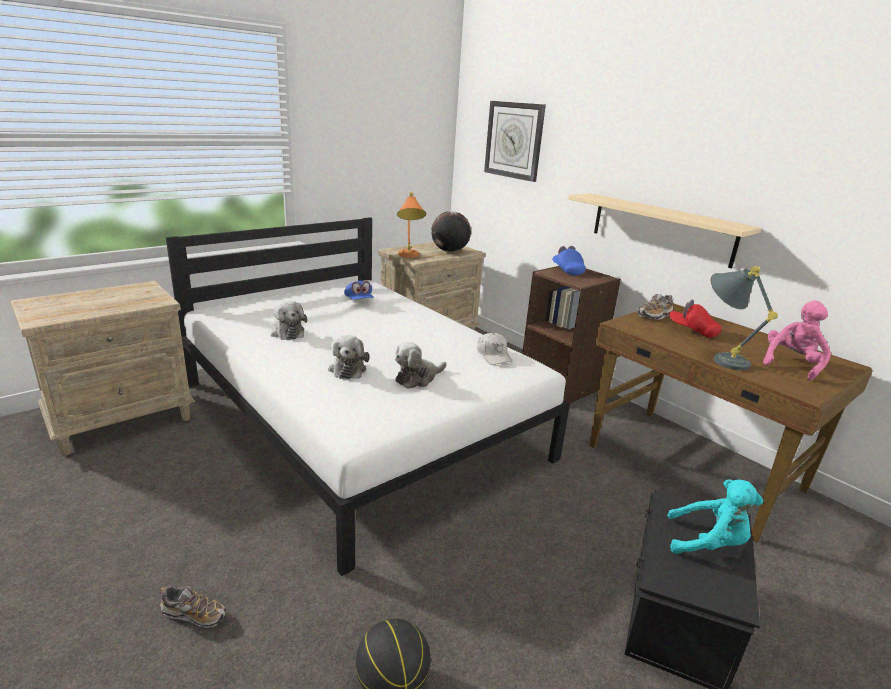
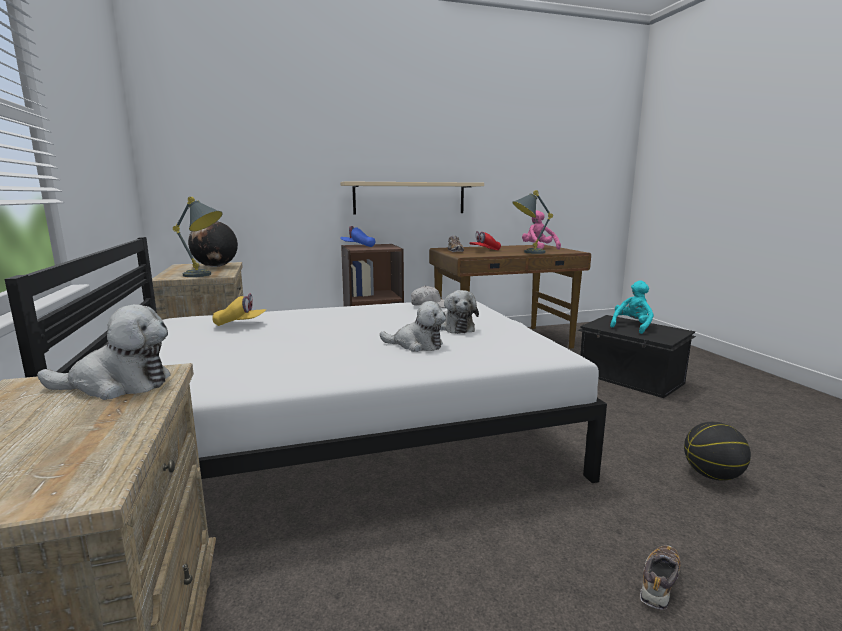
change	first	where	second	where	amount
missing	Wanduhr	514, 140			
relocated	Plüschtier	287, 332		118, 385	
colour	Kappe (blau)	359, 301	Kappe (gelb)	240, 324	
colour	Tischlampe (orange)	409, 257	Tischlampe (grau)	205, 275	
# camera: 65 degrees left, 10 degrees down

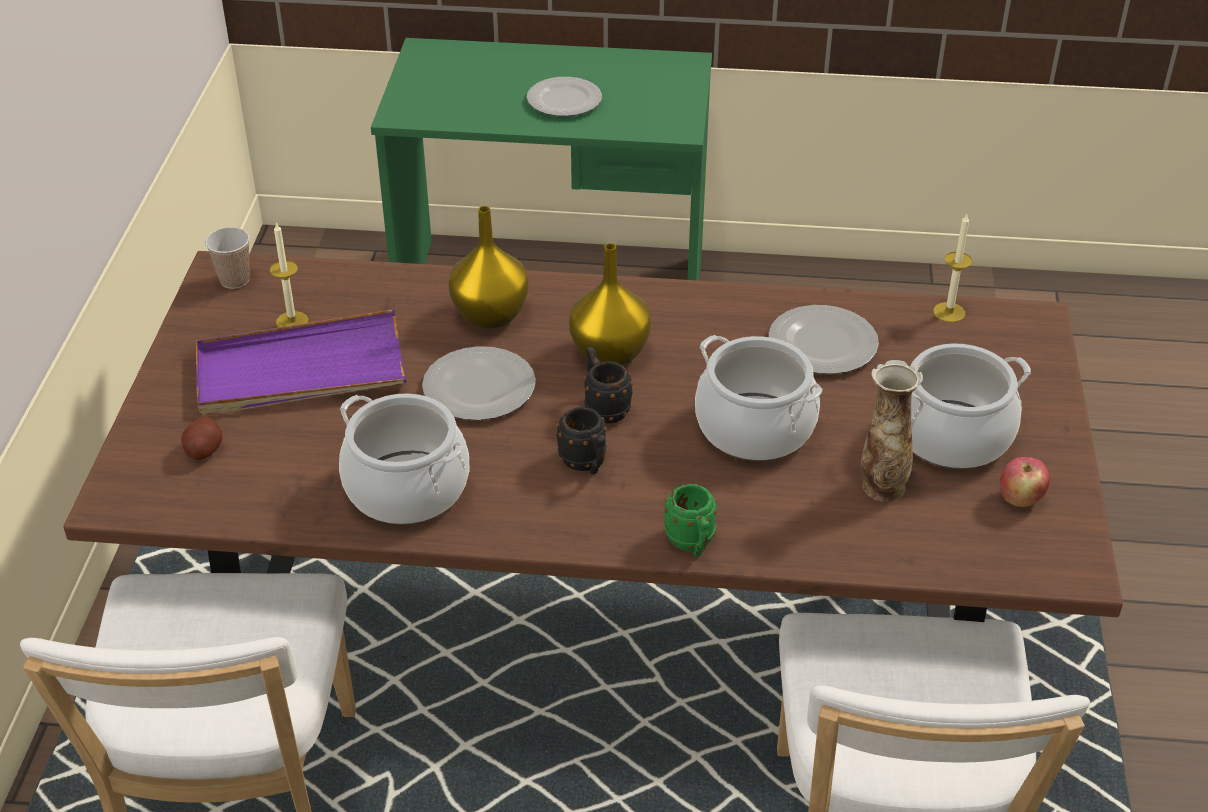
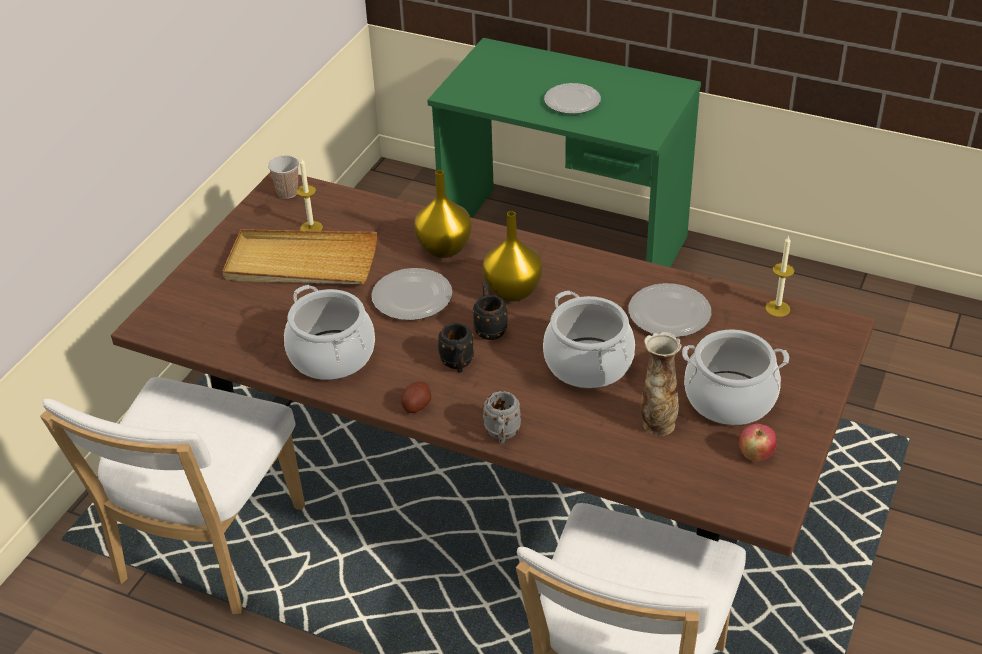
change	first	where	second	where	amount
relocated	Kartoffel	203, 450		416, 405	
colour	Tablett (lila)	300, 371	Tablett (beige)	301, 263	
colour	Henkelbecher (grün)	692, 544	Henkelbecher (grau)	502, 435	
# camera: 20 degrees right, 0 degrees up

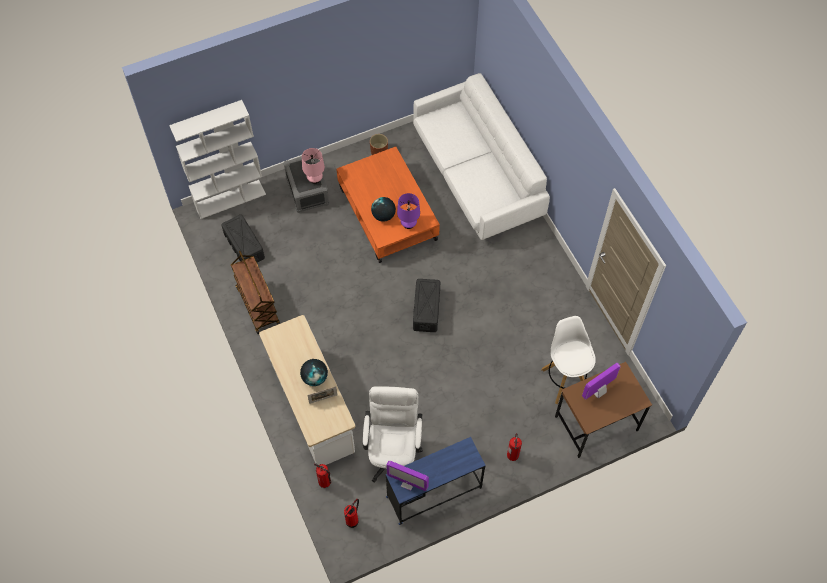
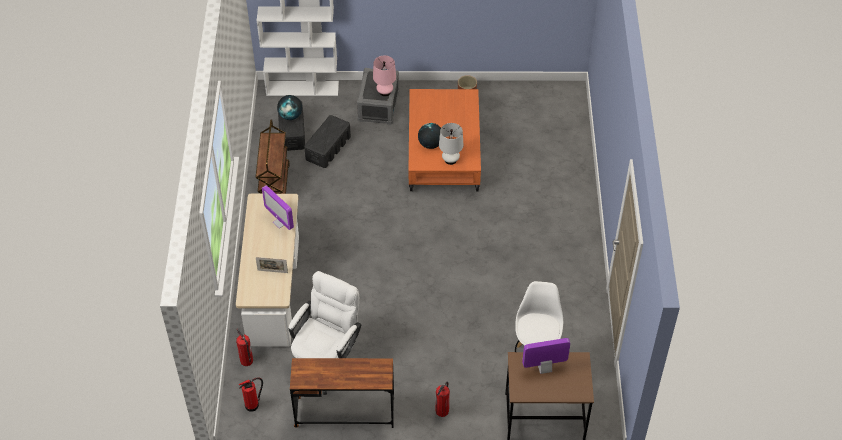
change	first	where	second	where	amount
missing	Sofa (weiß)	476, 175			
relocated	Globus	315, 378		290, 116	
relocated	Monitor	408, 483		280, 222	
relocated	Aufbewahrungsbox (schwarz)	426, 310		328, 148	
colour	Schreibtisch (blau)	434, 492	Schreibtisch (braun)	344, 412	
colour	Tischlampe (lila)	408, 224	Tischlampe (weiß)	450, 160	
# camera: 25 degrees right, 10 degrees down

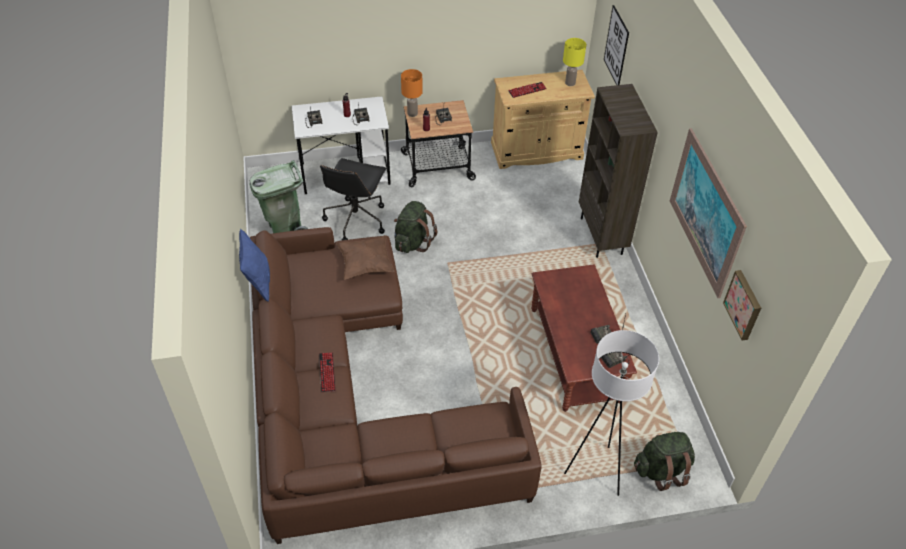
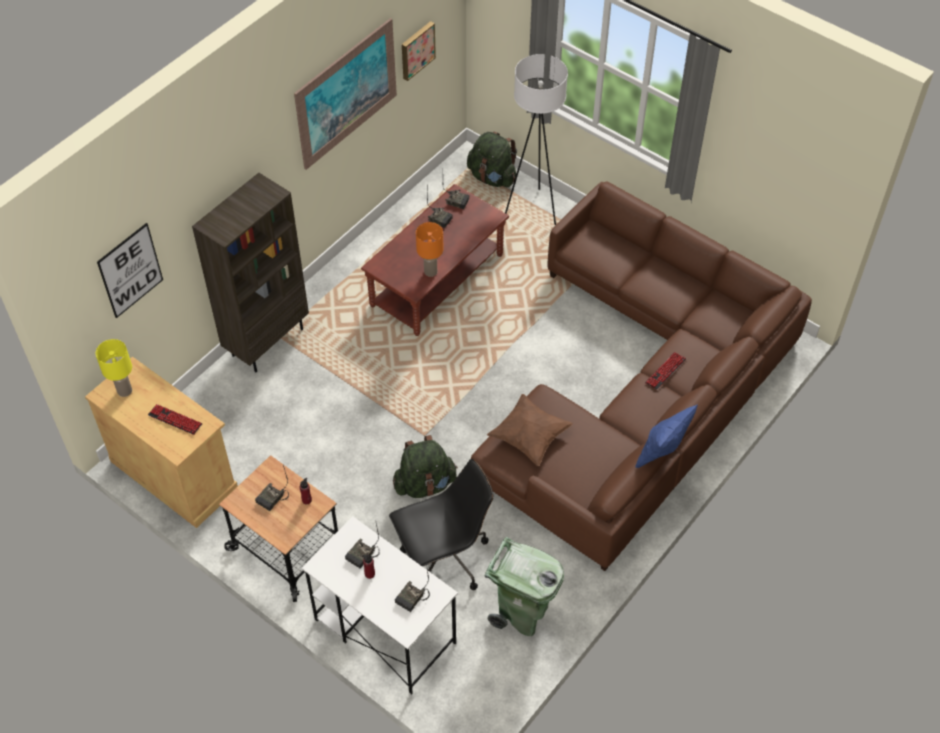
change	first	where	second	where	amount
relocated	Tischlampe (orange)	412, 113		431, 271	
# camera: 130 degrees left, 5 degrees up

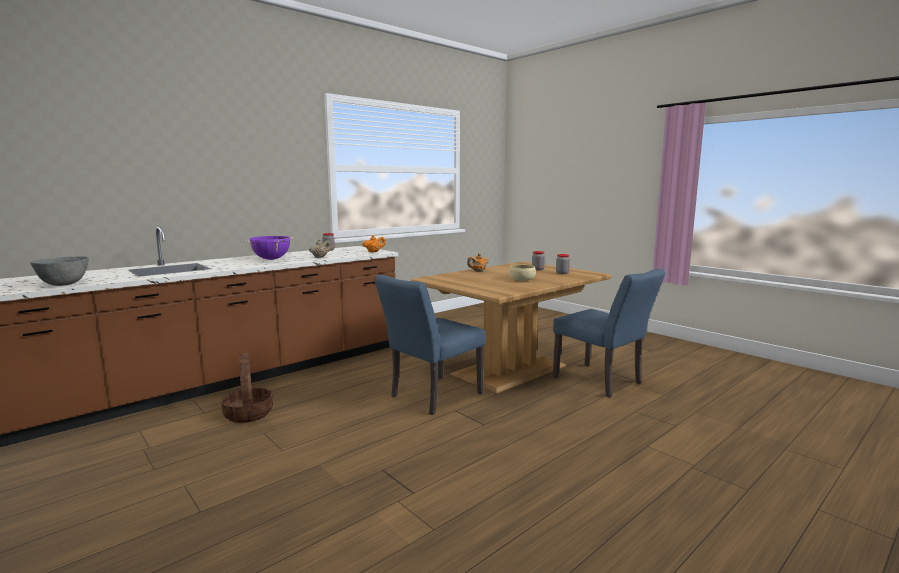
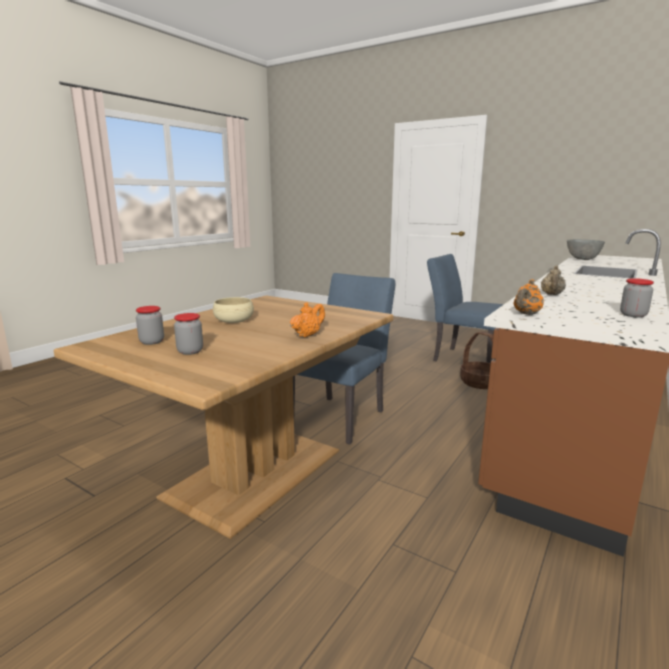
change	first	where	second	where	amount
missing	Kochtopf (lila)	271, 259			
relocated	Stuhl (blau)	602, 382		463, 358	
# camera: 165 degrees right, 5 degrees up

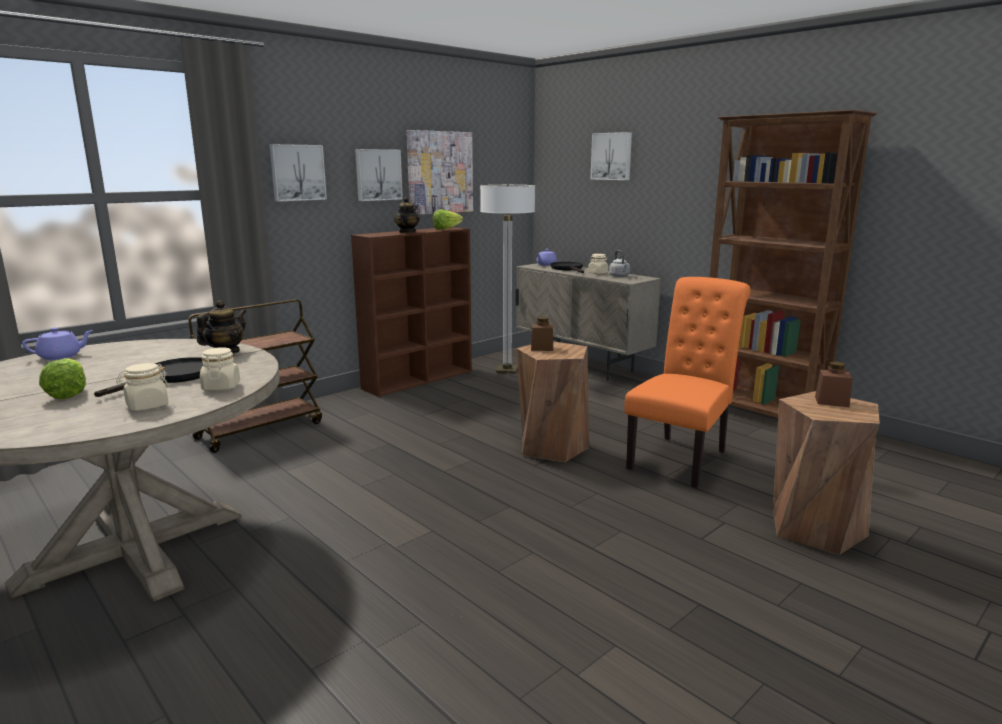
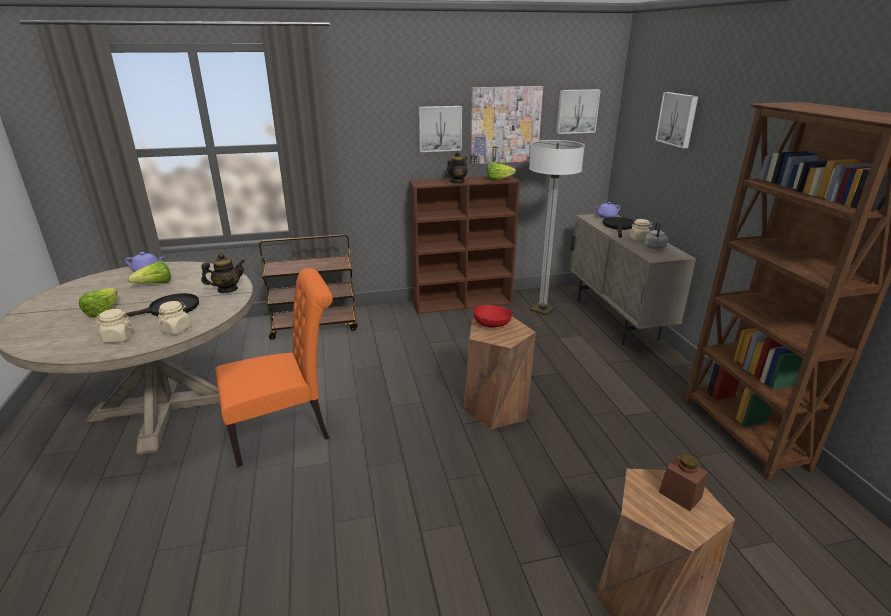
change	first	where	second	where	amount
appeared			Salatkopf	155, 284	
relocated	Bild	297, 172		577, 111	
relocated	Stuhl (orange)	681, 457		286, 431	
exchanged	Vorratsglas (braun)	542, 348	Schüssel (rot)	492, 324	
# camera: 30 degrees right, 10 degrees up

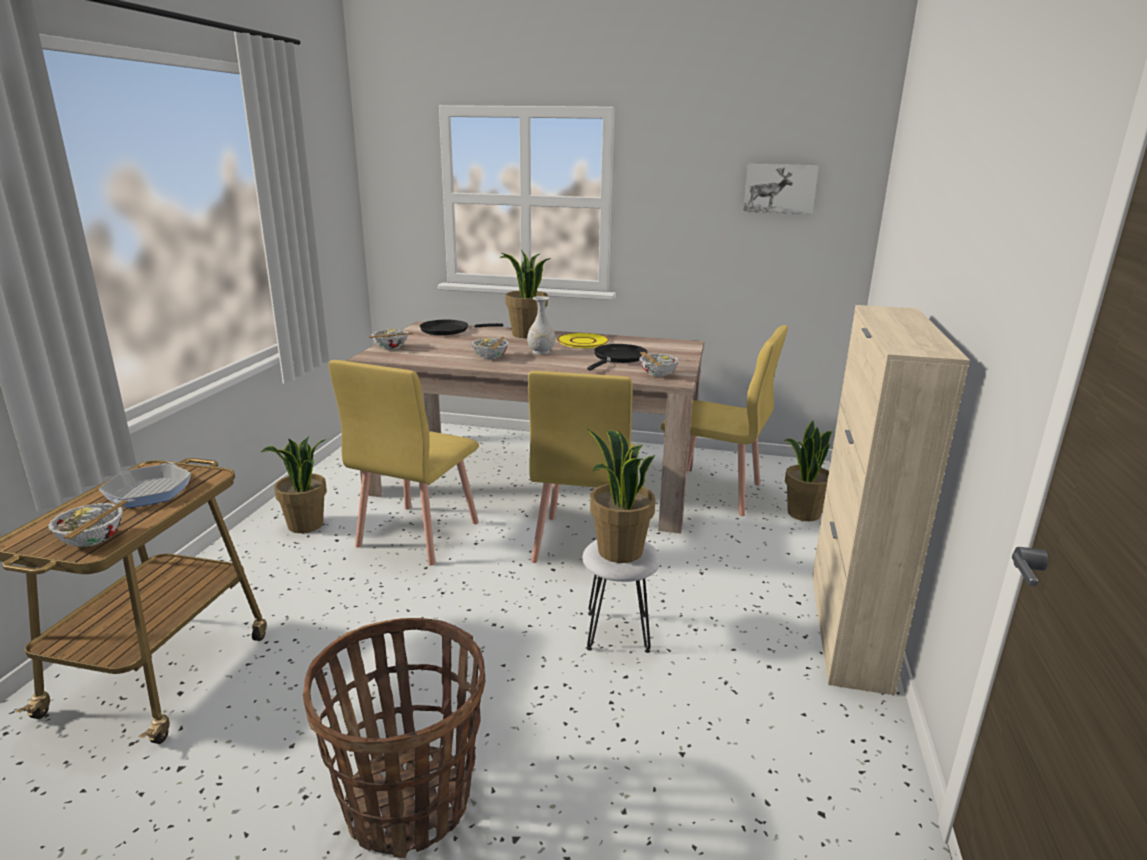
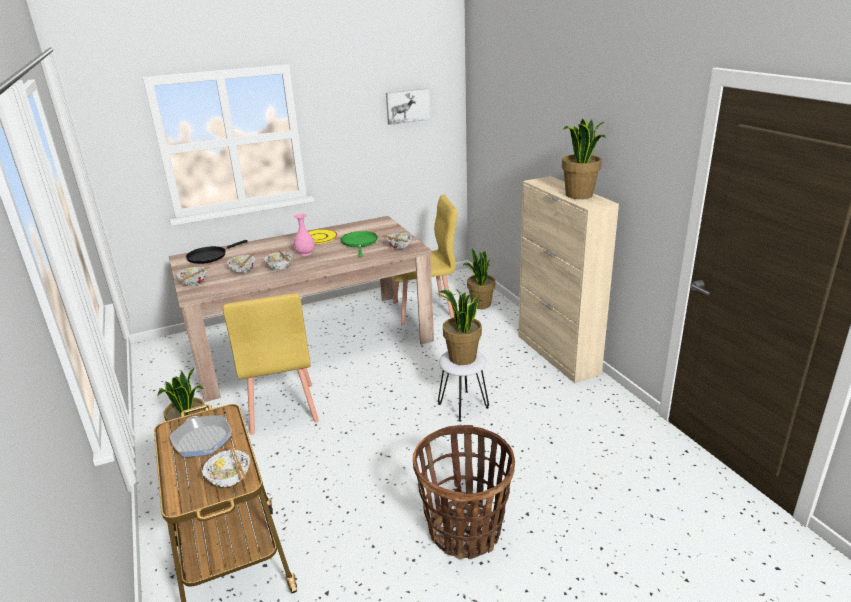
change	first	where	second	where	amount
missing	Stuhl (gelb)	583, 543			
appeared			Schüssel	243, 270	
relocated	Topfpflanze	526, 335		579, 195	
colour	Vase (weiß)	541, 352	Vase (rosa)	305, 253	
colour	Pfanne (schwarz)	618, 358	Pfanne (grün)	359, 243	
# camera: 35 degrees left, 5 degrees up

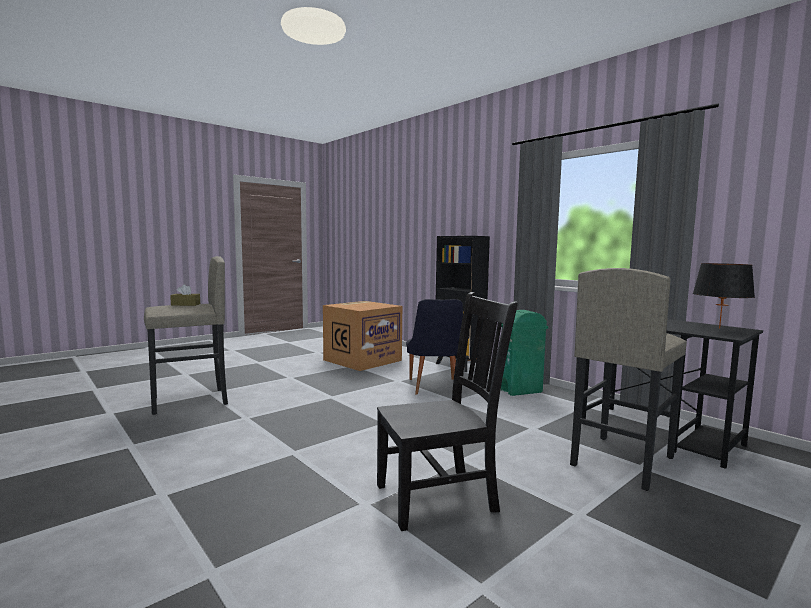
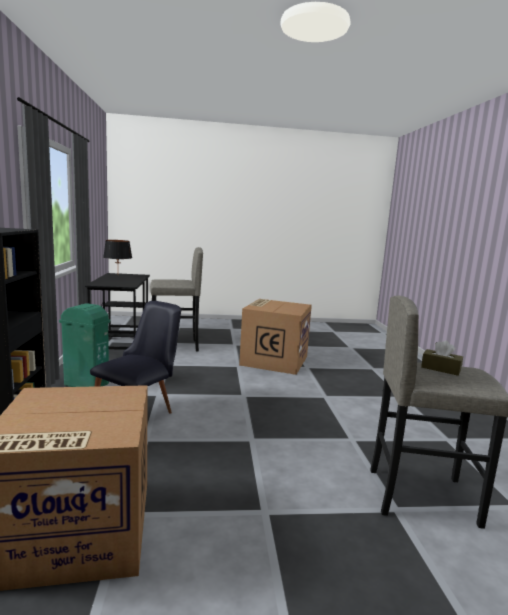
change	first	where	second	where	amount
exchanged	Stuhl (schwarz)	440, 497	Karton	273, 360	
# camera: 145 degrees left, 5 degrees up

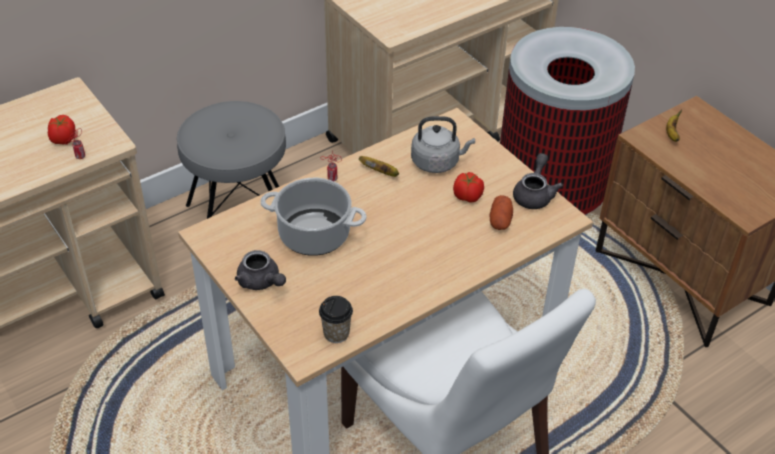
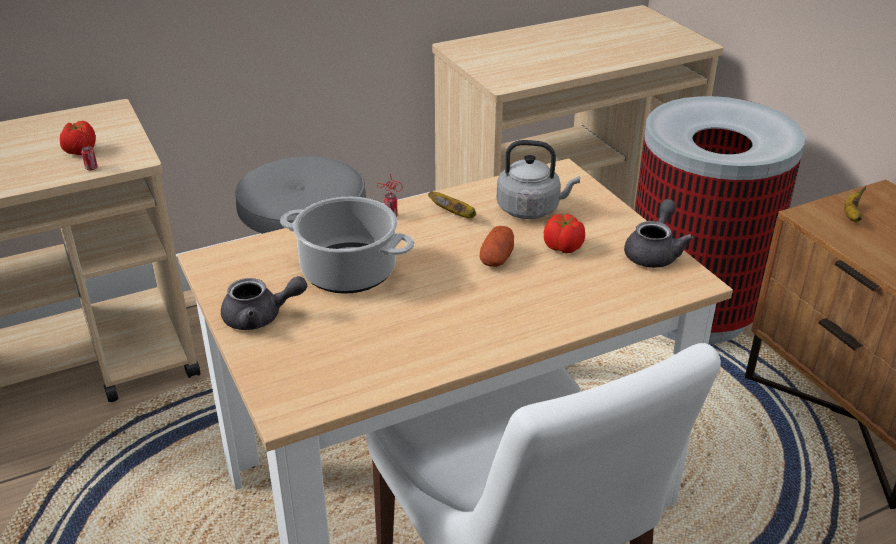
change	first	where	second	where	amount
missing	Tasse	336, 333			
relocated	Kartoffel	500, 220		497, 258	
spun	Teekanne (grau)	261, 282		261, 317	60 degrees counterclockwise
# camera: 10 degrees right, 10 degrees down

